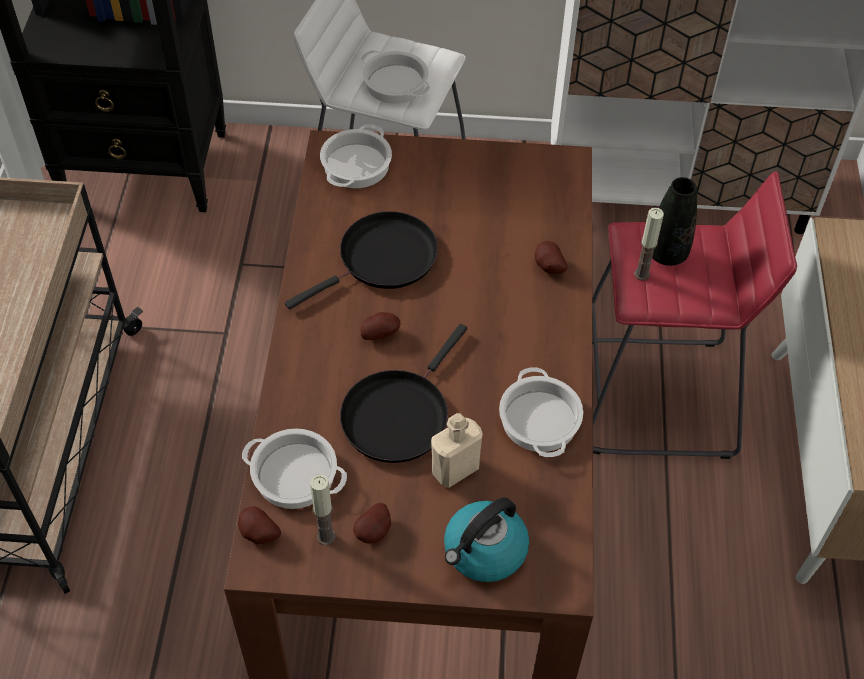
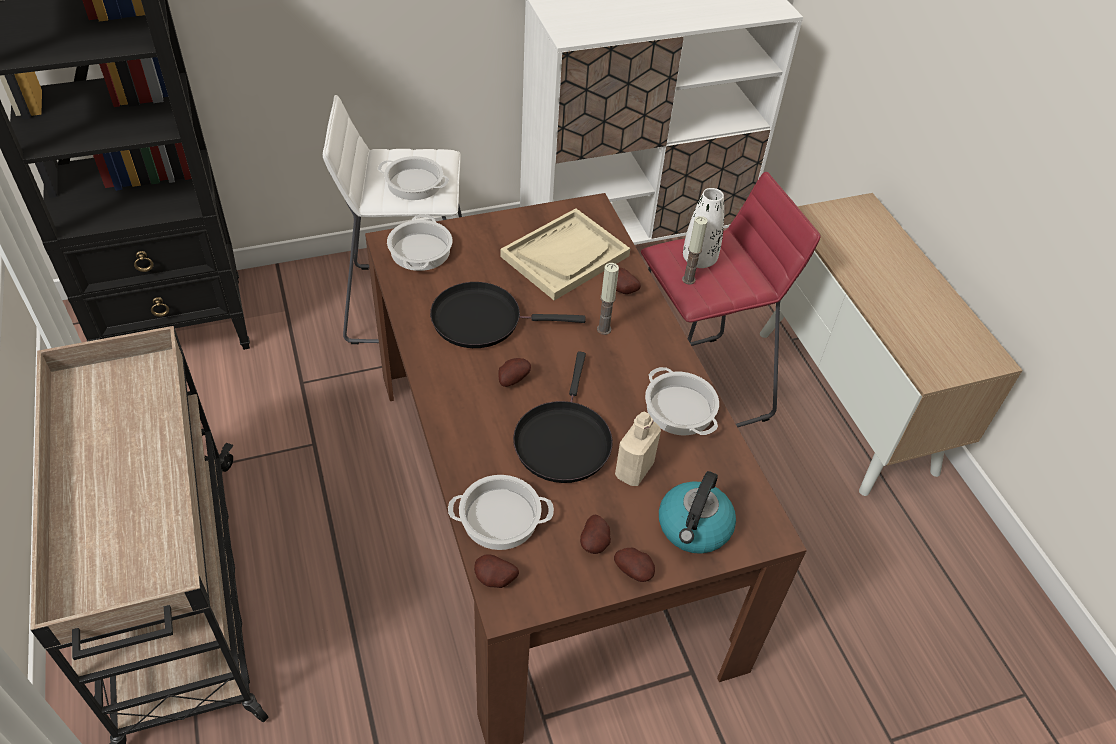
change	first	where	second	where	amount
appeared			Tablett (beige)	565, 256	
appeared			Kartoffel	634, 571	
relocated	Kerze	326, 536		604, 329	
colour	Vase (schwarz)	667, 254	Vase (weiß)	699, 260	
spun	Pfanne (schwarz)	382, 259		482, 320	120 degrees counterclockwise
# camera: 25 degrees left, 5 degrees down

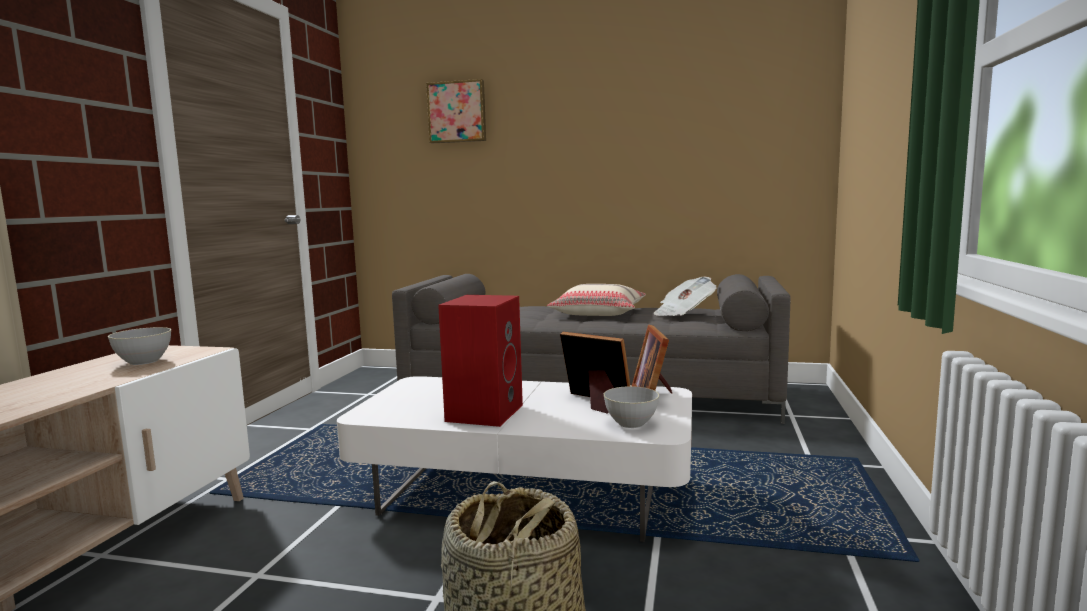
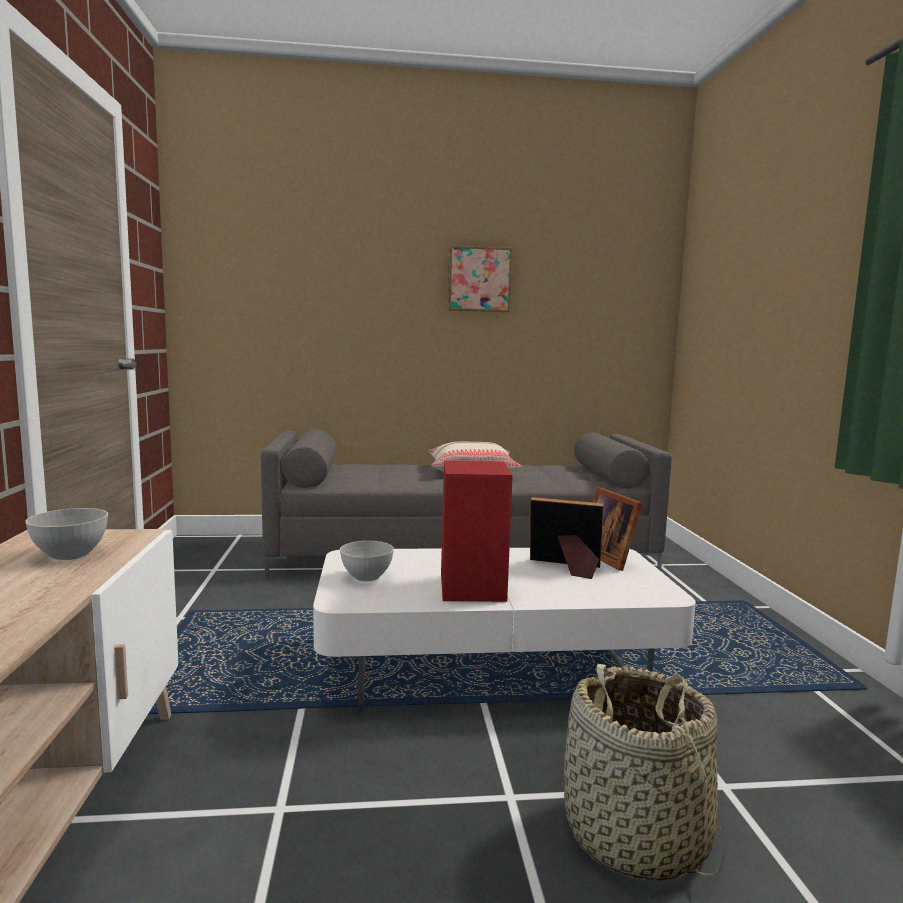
change	first	where	second	where	amount
missing	Zeitung	683, 313			
relocated	Bild	457, 112		479, 279	
relocated	Schüssel (grau)	631, 423		366, 577	
# camera: 20 degrees left, 0 degrees up

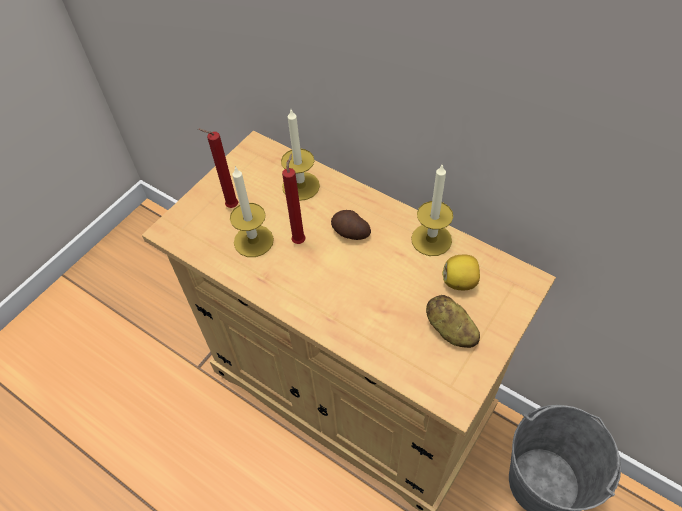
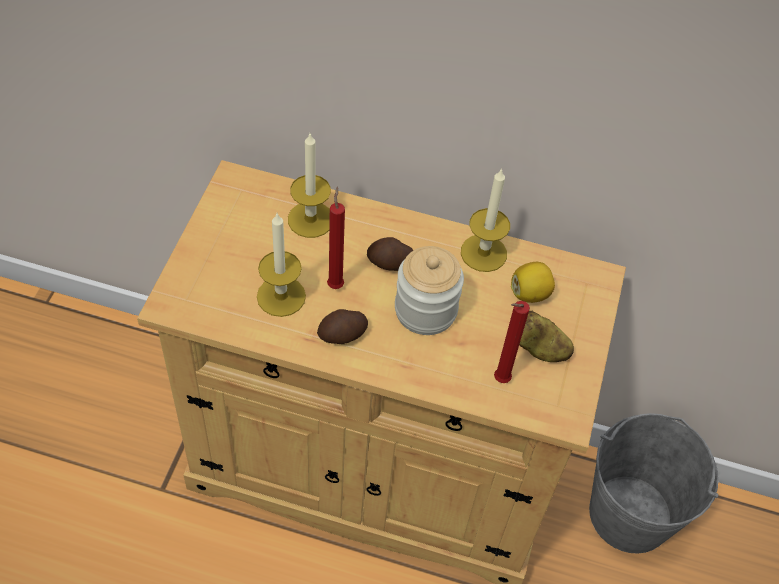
change	first	where	second	where	amount
appeared			Kartoffel	343, 335	
appeared			Vorratsglas	425, 310	
relocated	Kerze (rot)	230, 206		499, 380	
# camera: 25 degrees left, 0 degrees up

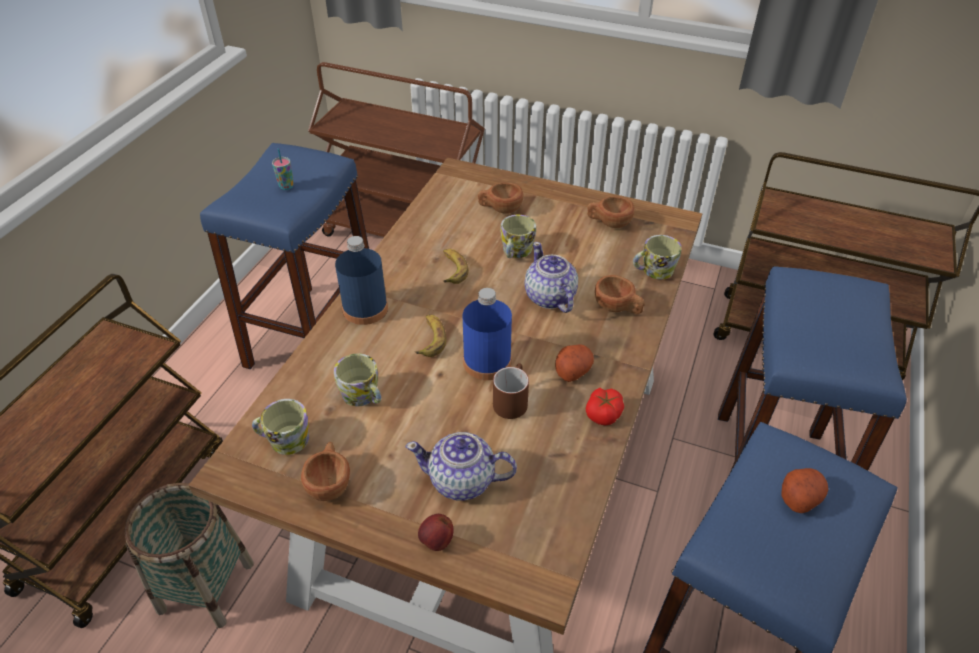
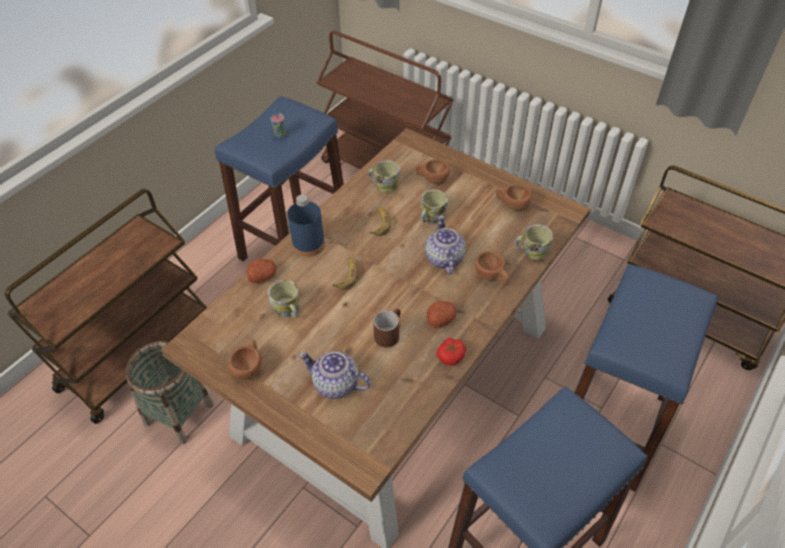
change	first	where	second	where	amount
missing	Apfel	436, 541			
missing	Flasche (blau)	487, 362			
relocated	Henkelbecher	284, 440		383, 185	
relocated	Kartoffel	799, 497		262, 276	
# camera: 15 degrees right, 5 degrees up

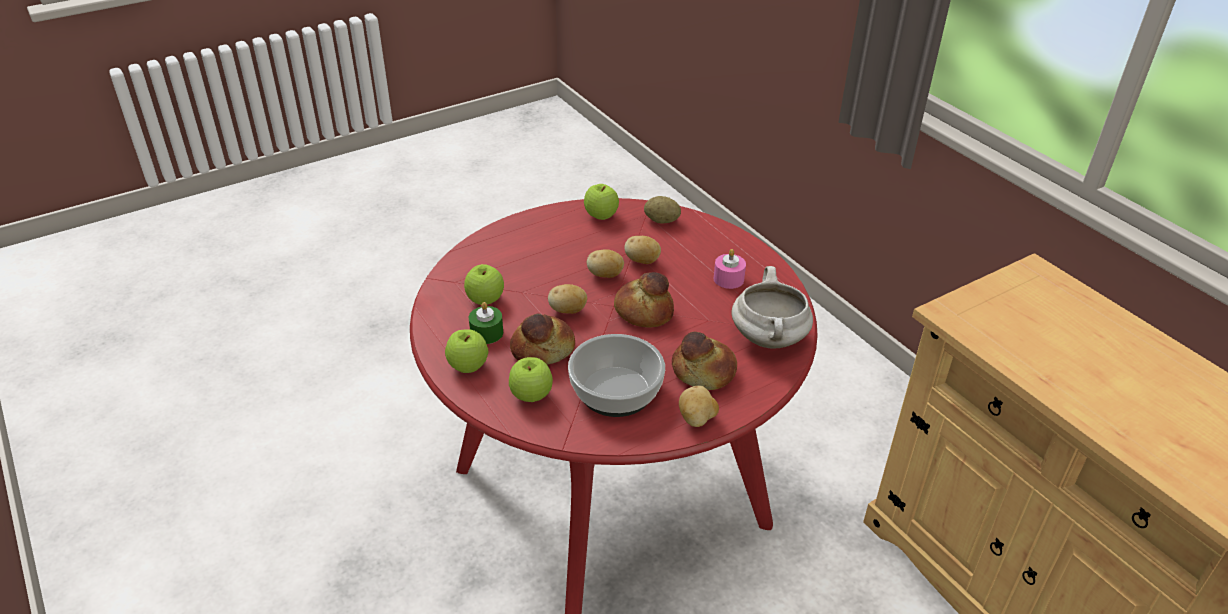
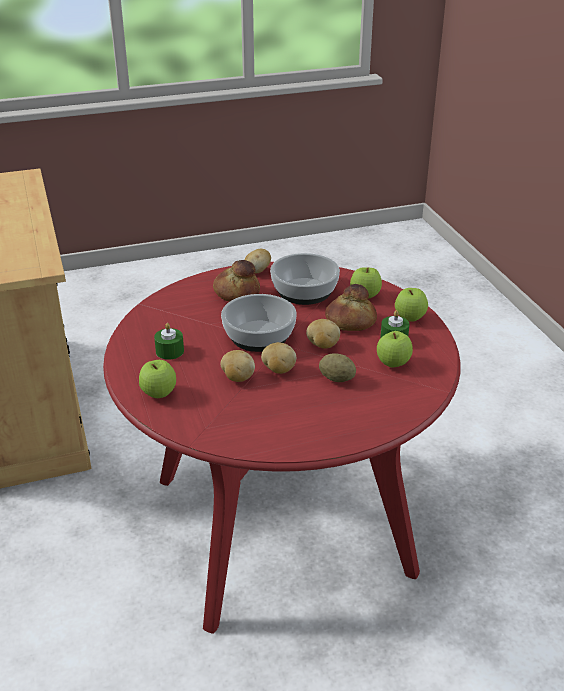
change	first	where	second	where	amount
missing	Kochtopf (weiß)	770, 339			
relocated	Apfel	601, 216		159, 394	
relocated	Kartoffel	661, 221		337, 379	
exchanged	Brot	644, 311	Schüssel	258, 336	
colour	Kerze (rosa)	728, 279	Kerze (grün)	169, 351	
# camera: 165 degrees left, 5 degrees down

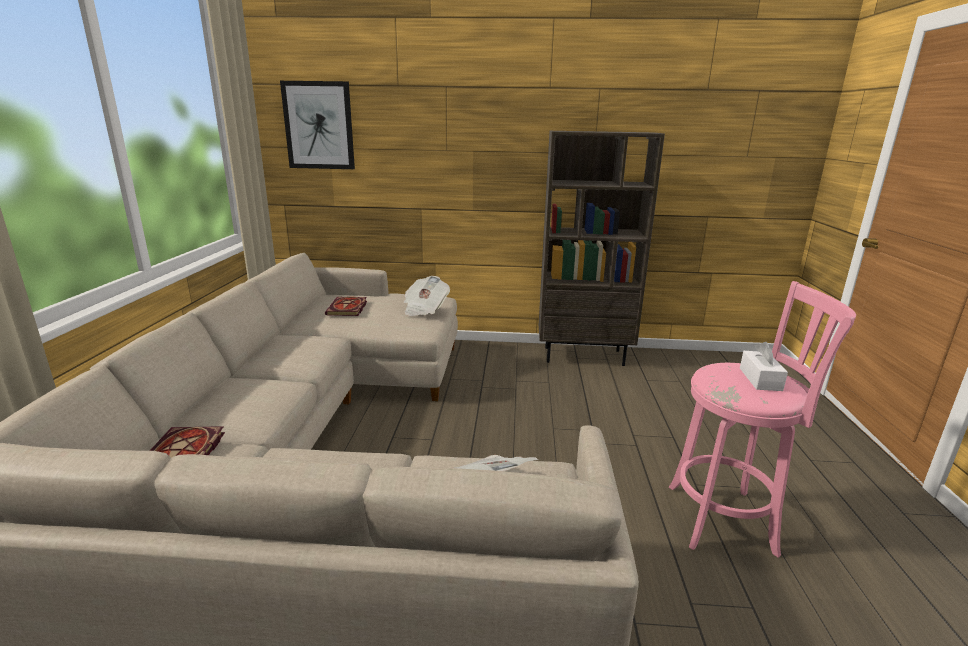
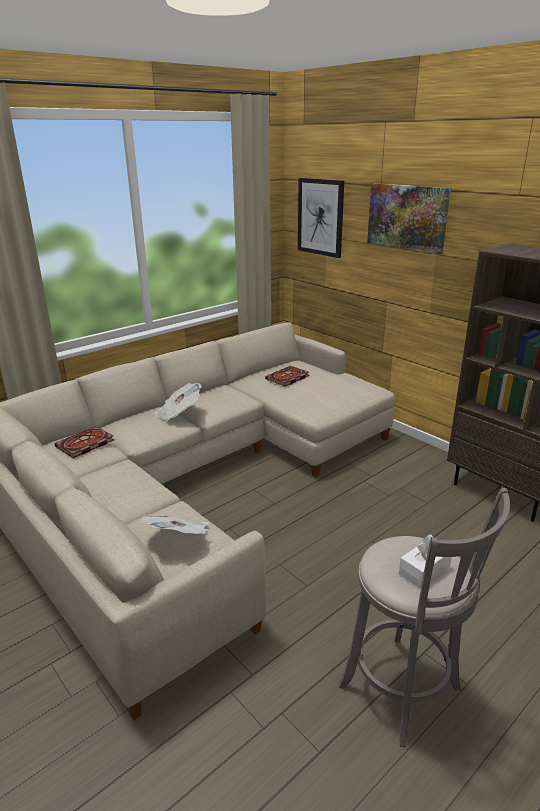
change	first	where	second	where	amount
appeared			Bild	407, 217	
relocated	Zeitung	424, 309		178, 413	
colour	Hocker (rosa)	726, 519	Hocker (grau)	404, 692	
# camera: 45 degrees right, 5 degrees up

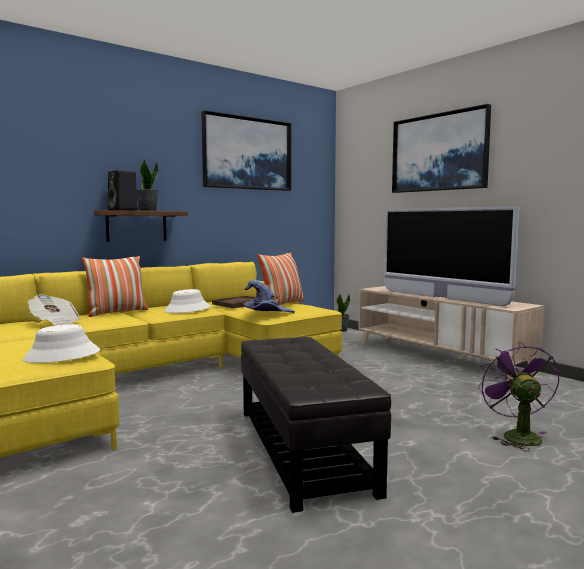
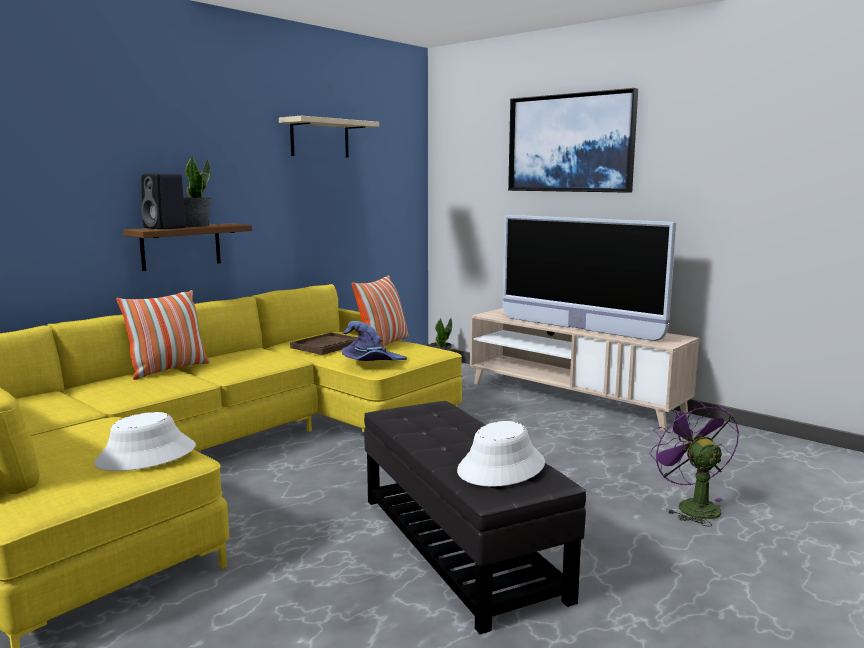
change	first	where	second	where	amount
missing	Zeitung	55, 323			
relocated	Hut (weiß)	187, 309		501, 467	
exchanged	Bild	247, 153	Wandregal (beige)	320, 138	
# camera: 10 degrees left, 5 degrees up

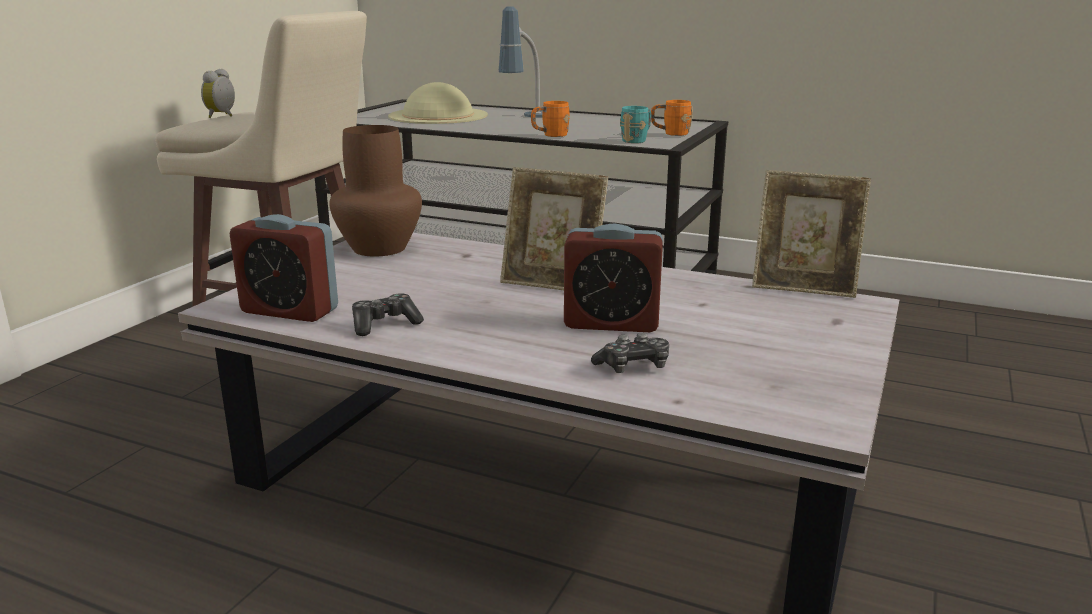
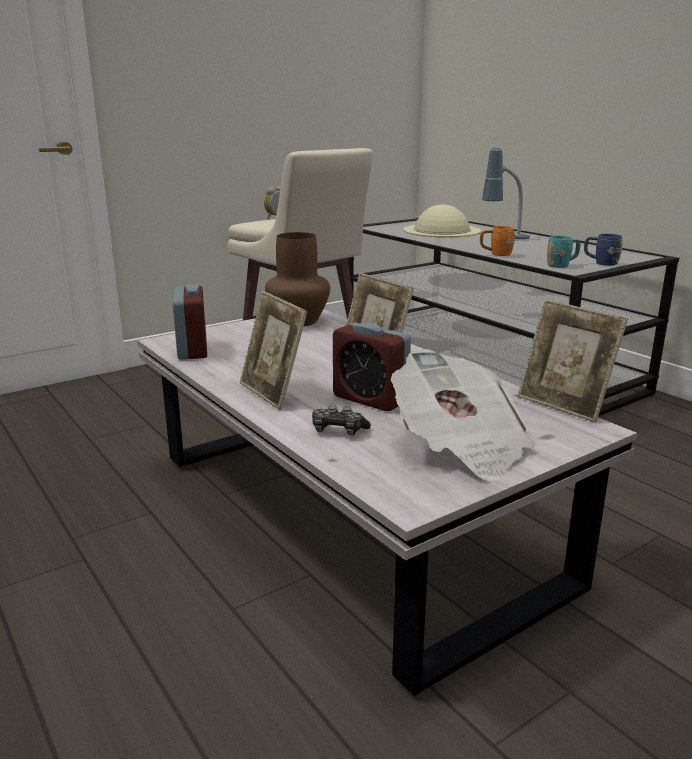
change	first	where	second	where	amount
missing	Gamepad	385, 324			
appeared			Bilderrahmen	273, 393	
appeared			Zeitung	460, 447	
colour	Henkelbecher (orange)	670, 133	Henkelbecher (blau)	600, 263	
spun	Wecker	290, 311		192, 350	150 degrees counterclockwise
# camera: 30 degrees right, 0 degrees up

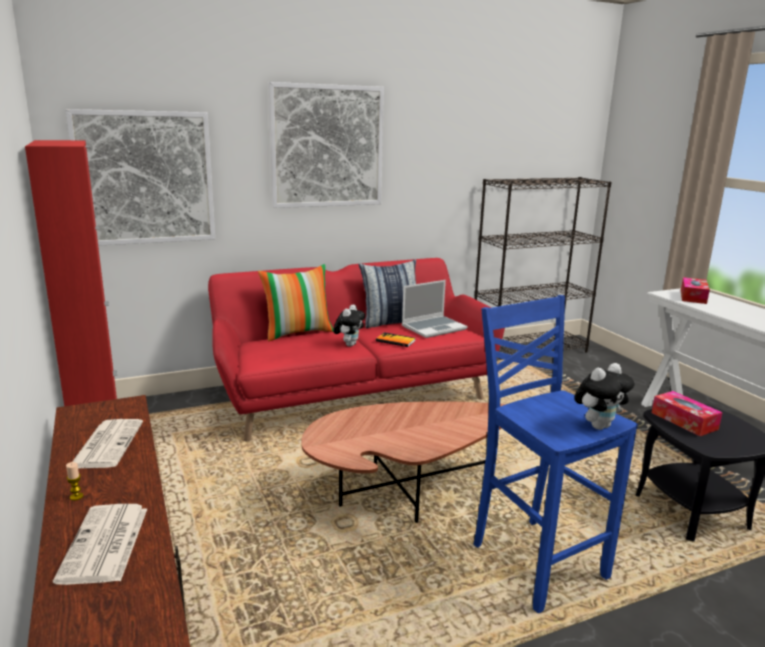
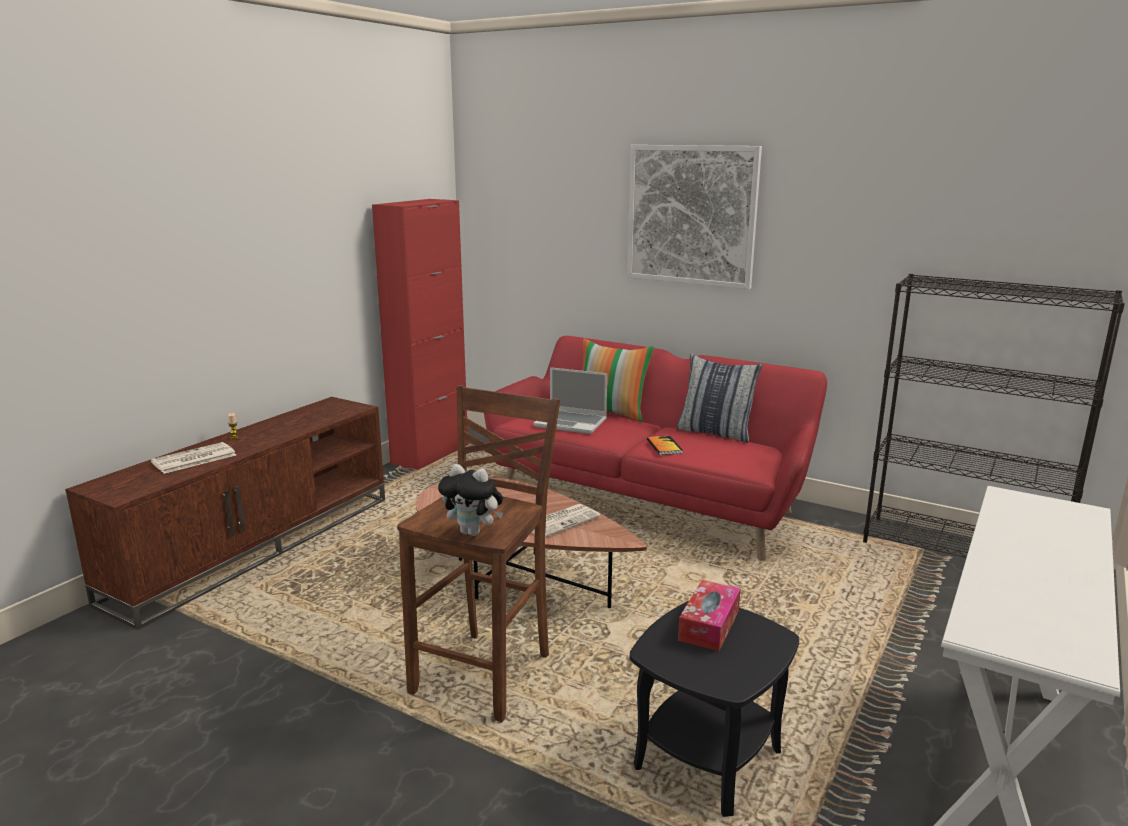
change	first	where	second	where	amount
missing	Bild	145, 178			
missing	Plüschtier	349, 344			
missing	Taschentuchbox	693, 297			
relocated	Zeitung	107, 444		561, 521	
relocated	Laptop	434, 327		571, 423	
colour	Hocker (blau)	535, 560	Hocker (braun)	486, 673	
# camera: 55 degrees right, 0 degrees up

